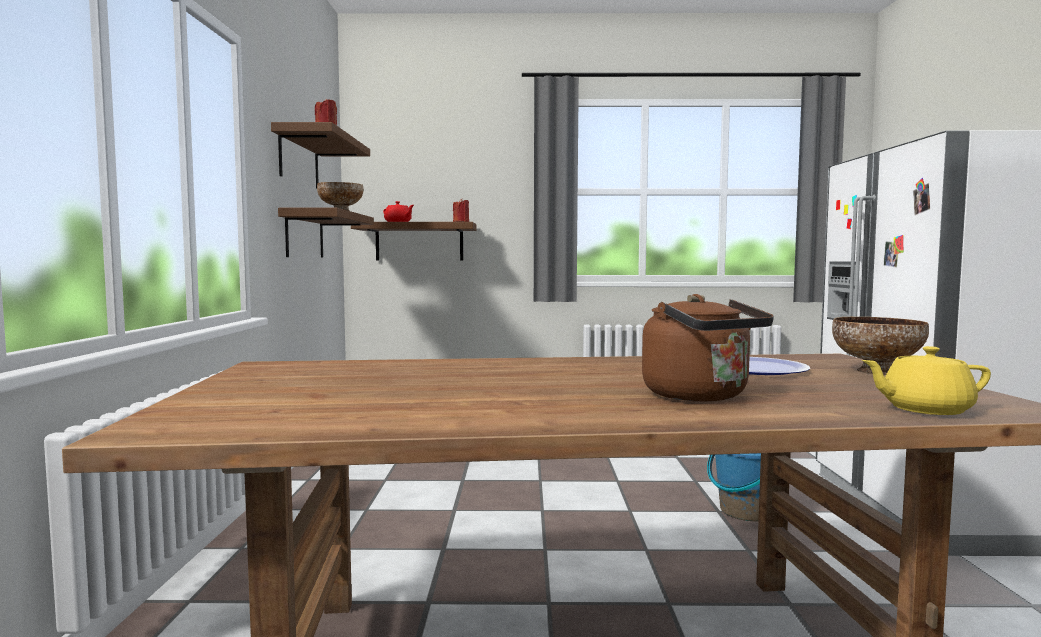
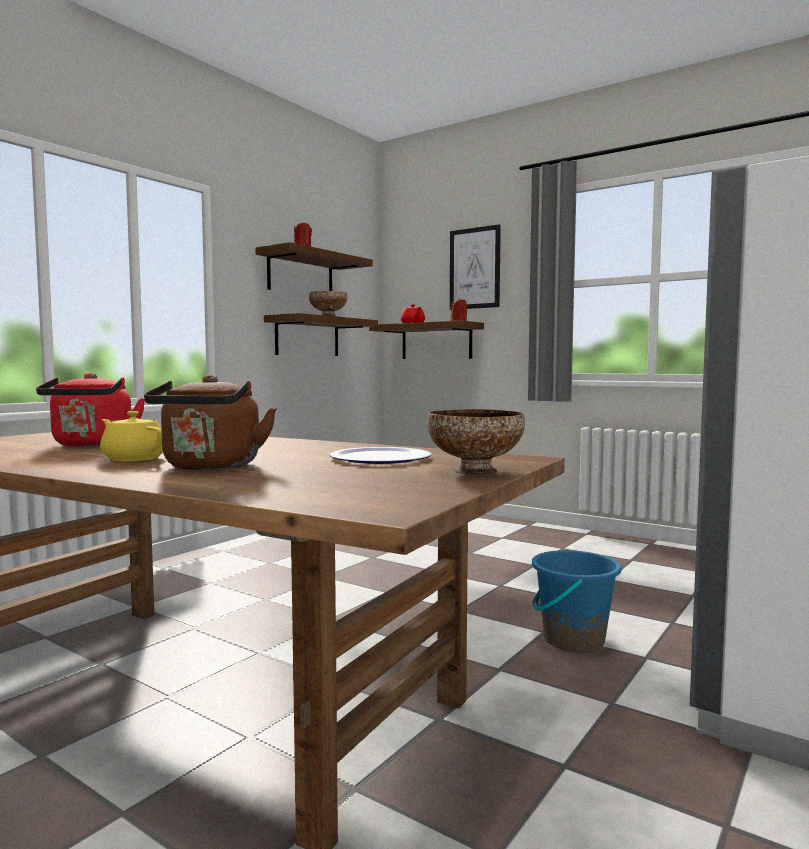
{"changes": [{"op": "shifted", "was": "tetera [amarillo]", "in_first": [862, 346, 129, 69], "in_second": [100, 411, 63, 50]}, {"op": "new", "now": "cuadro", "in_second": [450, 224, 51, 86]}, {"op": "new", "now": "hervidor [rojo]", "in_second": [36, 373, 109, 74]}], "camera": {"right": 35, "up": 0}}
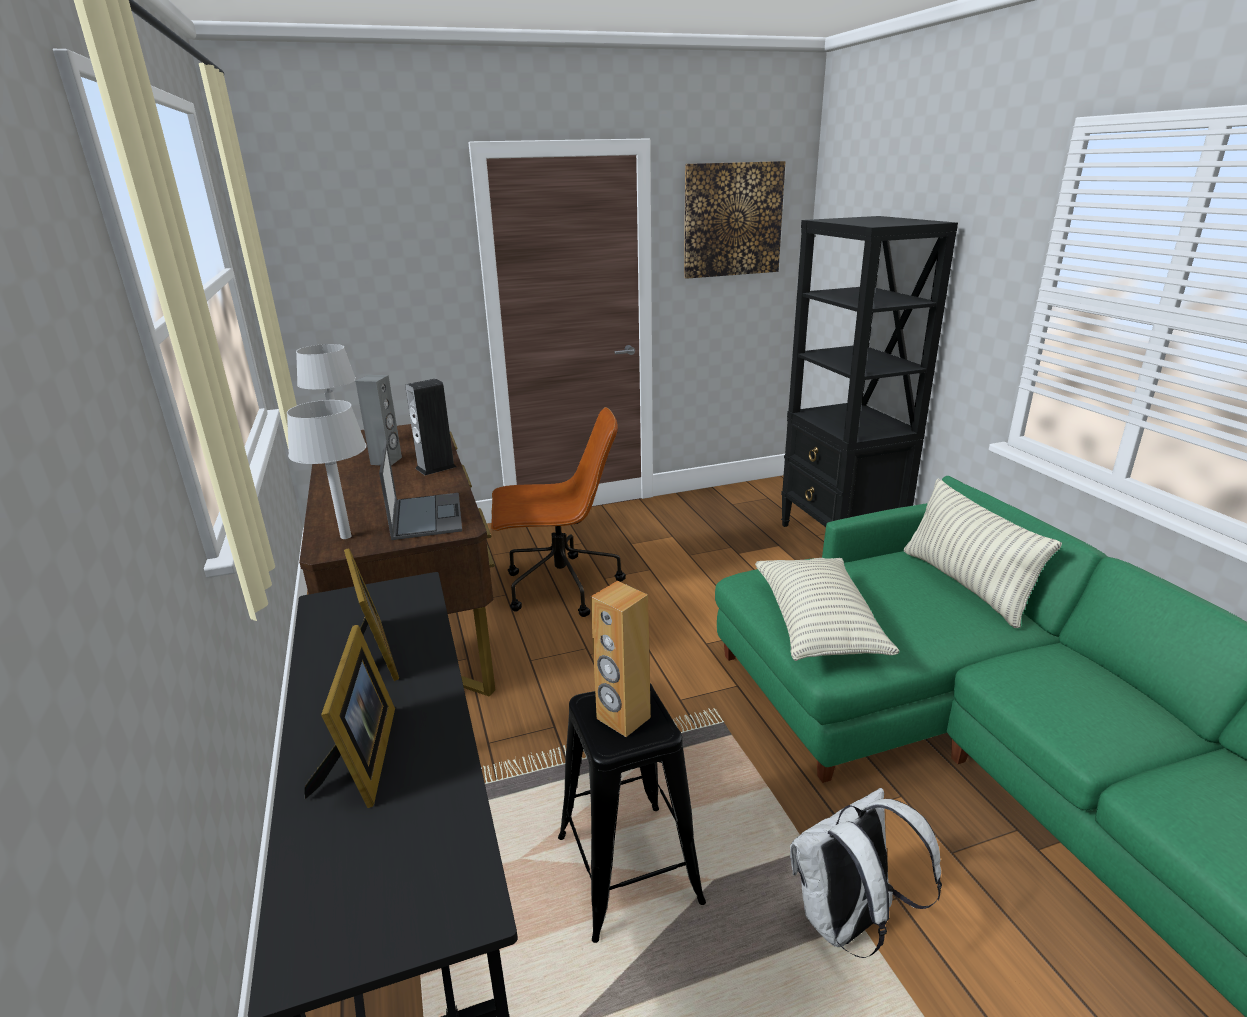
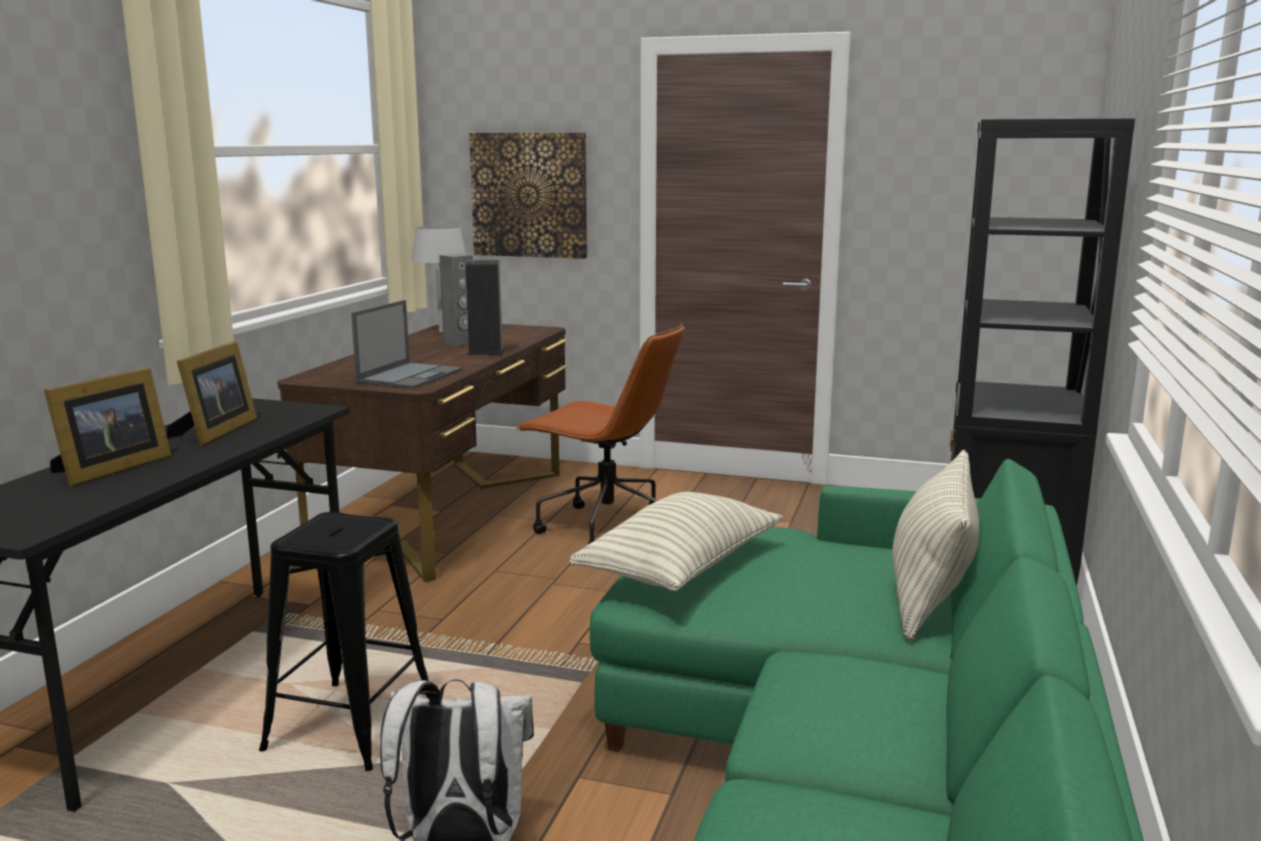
{"changes": [{"op": "shifted", "was": "cuadro", "in_first": [684, 161, 101, 118], "in_second": [469, 133, 118, 126]}, {"op": "gone", "was": "lámpara de mesa [gris]", "in_first": [287, 400, 80, 139]}, {"op": "gone", "was": "altavoz [marrón]", "in_first": [590, 581, 61, 156]}], "camera": {"right": 35, "up": -10}}
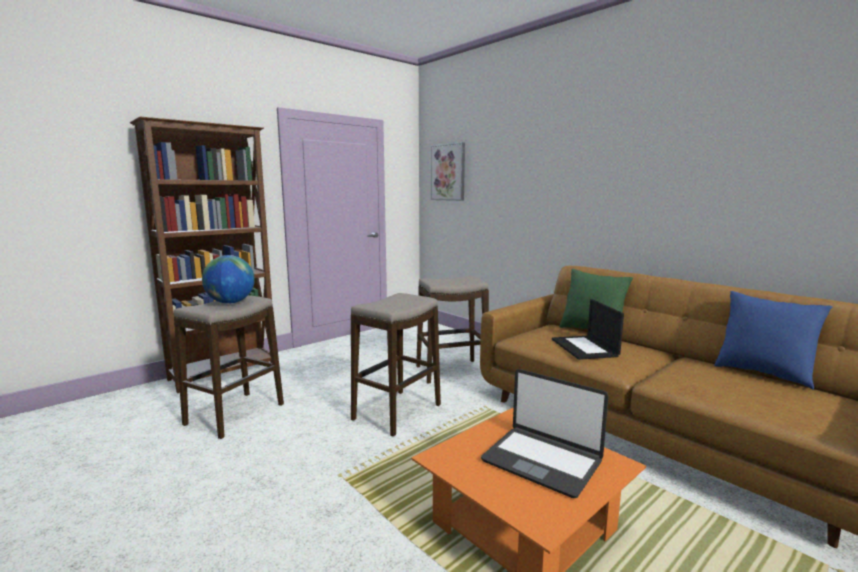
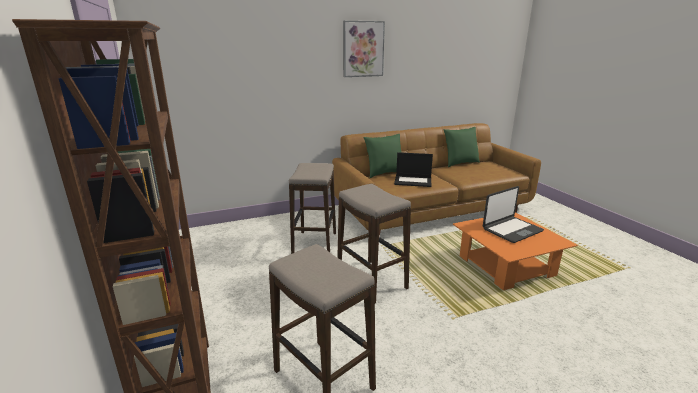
{"changes": [{"op": "shifted", "was": "cuadro", "in_first": [431, 142, 34, 59], "in_second": [343, 21, 42, 56]}, {"op": "gone", "was": "globo terráqueo", "in_first": [202, 255, 53, 49]}, {"op": "repainted", "was": "cojín [azul]", "now": "cojín [verde]", "in_first": [714, 291, 118, 99], "in_second": [443, 127, 37, 40]}], "camera": {"right": -70, "up": 10}}
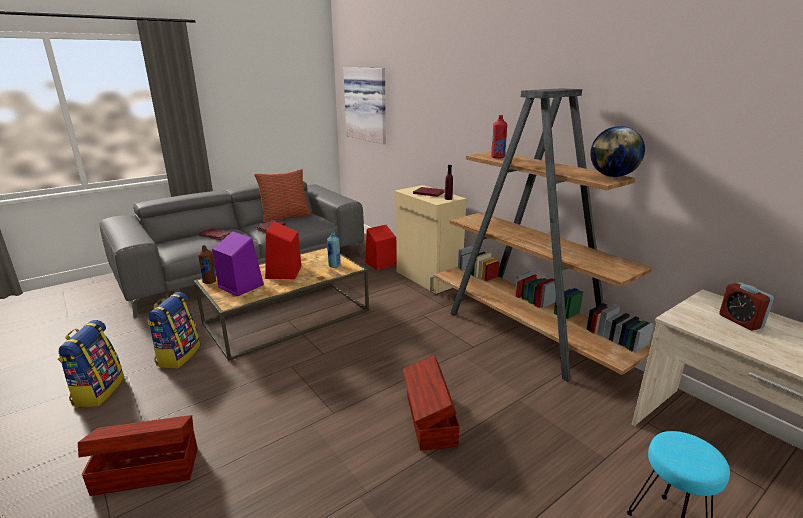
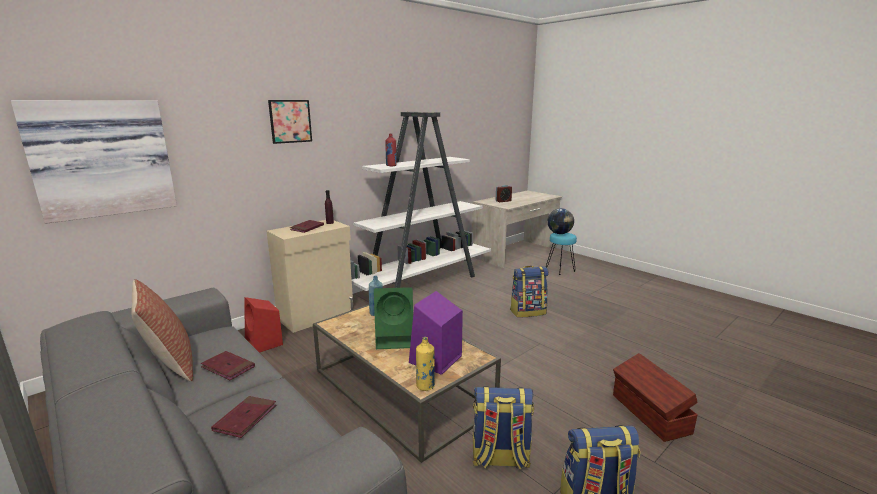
{"changes": [{"op": "repainted", "was": "estantería [marrón]", "now": "estantería [blanco]", "in_first": [433, 88, 221, 294], "in_second": [350, 112, 141, 179]}, {"op": "shifted", "was": "globo terráqueo", "in_first": [590, 126, 55, 51], "in_second": [547, 208, 27, 26]}, {"op": "repainted", "was": "altavoz [rojo]", "now": "altavoz [verde]", "in_first": [265, 221, 36, 58], "in_second": [374, 287, 39, 62]}, {"op": "repainted", "was": "botella [marrón]", "now": "botella [amarillo]", "in_first": [198, 245, 18, 39], "in_second": [416, 337, 19, 54]}, {"op": "swapped", "was": "caja de almacenaje [marrón]", "now": "mochila", "in_first": [403, 355, 57, 96], "in_second": [510, 266, 39, 52]}, {"op": "new", "now": "cuadro", "in_second": [268, 100, 44, 44]}], "camera": {"right": -95, "up": -5}}
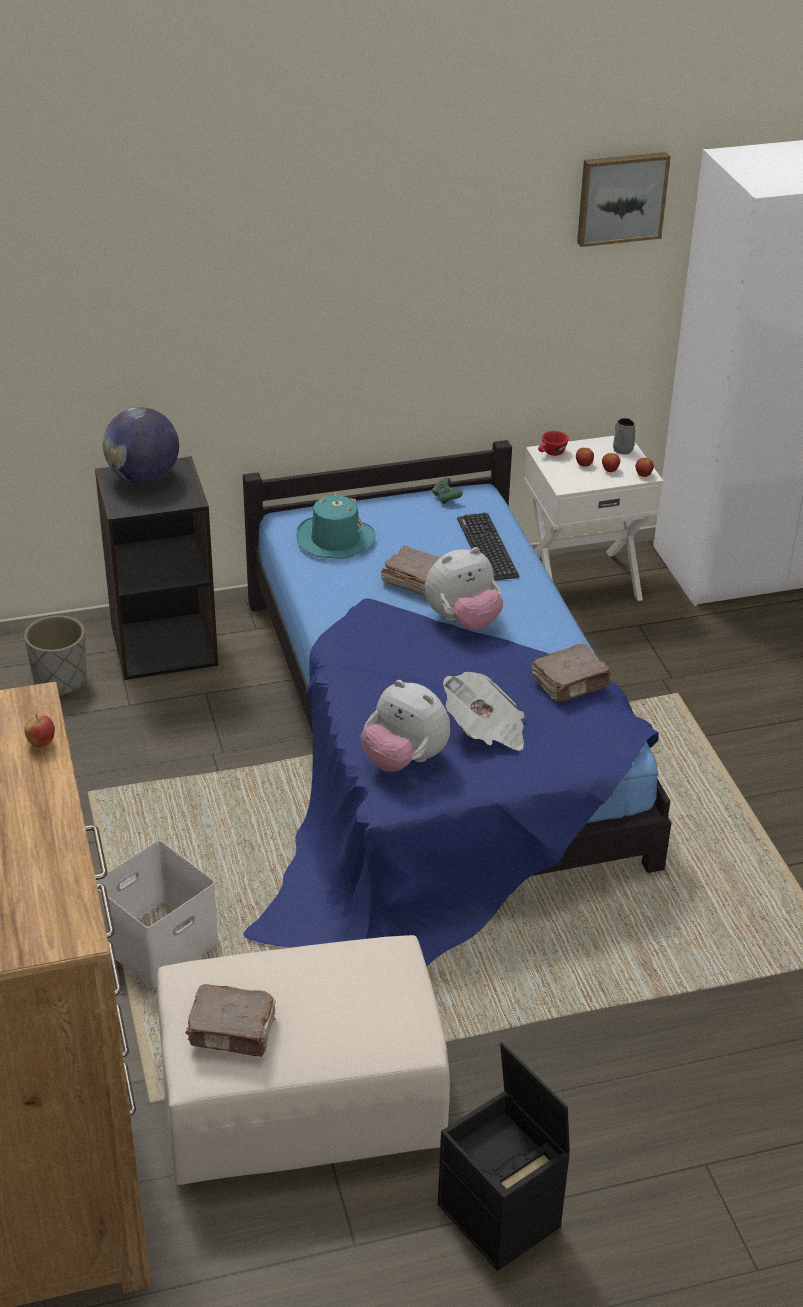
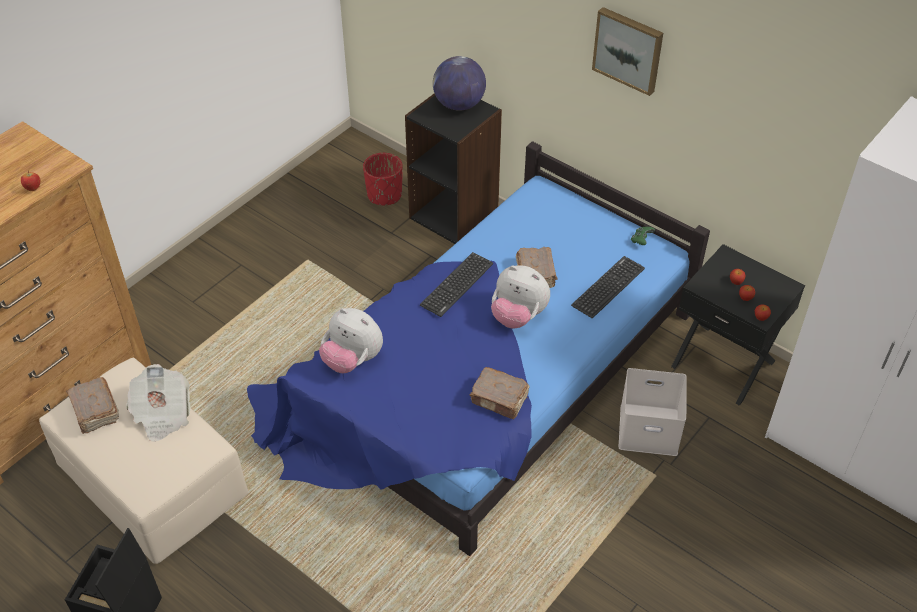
{"changes": [{"op": "shifted", "was": "cuadro", "in_first": [577, 152, 94, 95], "in_second": [592, 7, 71, 89]}, {"op": "gone", "was": "taza grande [gris]", "in_first": [613, 418, 22, 36]}, {"op": "gone", "was": "taza [rojo]", "in_first": [538, 431, 31, 25]}, {"op": "repainted", "was": "mesita de noche [blanco]", "now": "mesita de noche [negro]", "in_first": [524, 435, 139, 166], "in_second": [671, 244, 134, 162]}, {"op": "gone", "was": "sombrero [turquesa]", "in_first": [297, 493, 78, 66]}, {"op": "repainted", "was": "maceta [gris]", "now": "maceta [rojo]", "in_first": [24, 615, 63, 82], "in_second": [363, 153, 40, 52]}, {"op": "shifted", "was": "periódico", "in_first": [443, 672, 82, 79], "in_second": [126, 364, 64, 78]}, {"op": "rotated", "was": "peluche", "in_first": [361, 680, 89, 92], "in_second": [319, 308, 64, 65], "clockwise": -60}, {"op": "shifted", "was": "caja de almacenaje [blanco]", "in_first": [96, 841, 122, 147], "in_second": [619, 368, 68, 88]}, {"op": "new", "now": "teclado", "in_second": [420, 252, 73, 65]}], "camera": {"right": 55, "up": 10}}
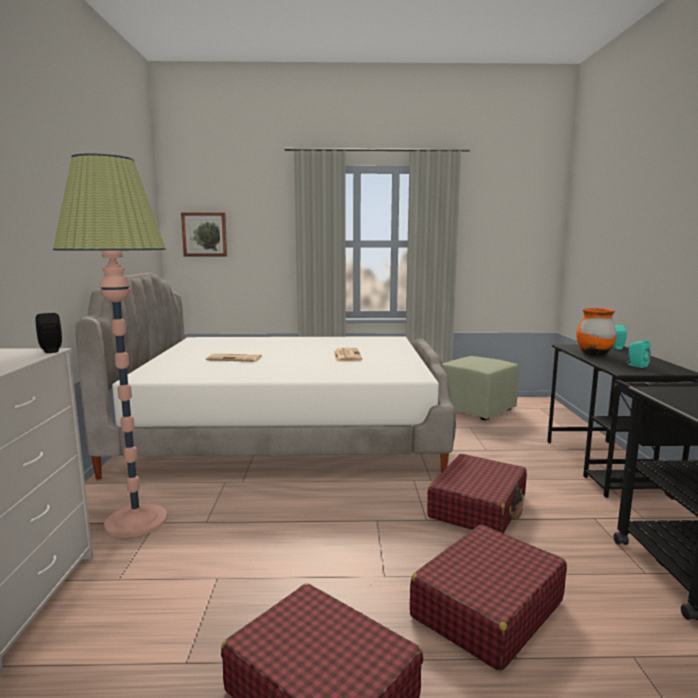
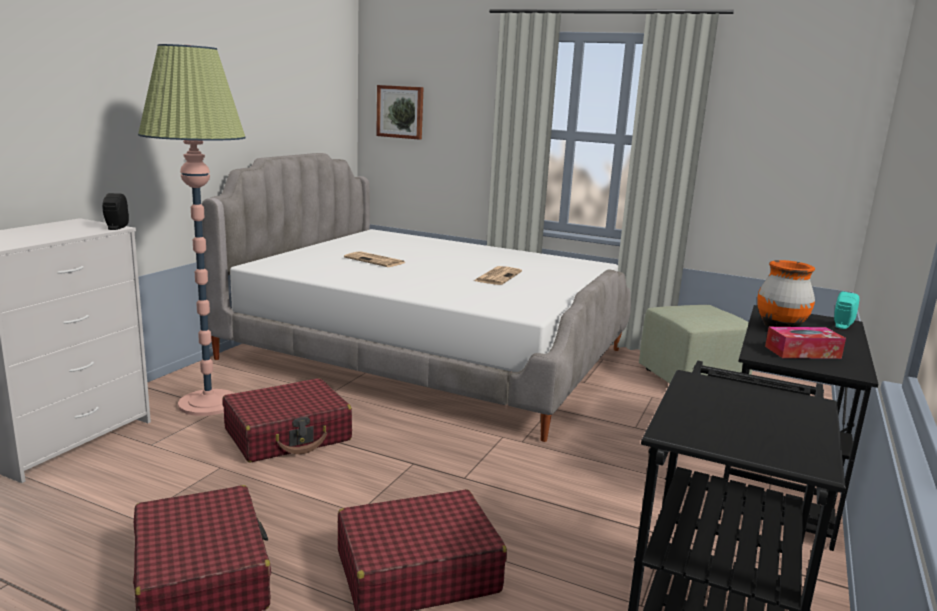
{"changes": [{"op": "swapped", "was": "altavoz [turquesa]", "now": "caja de pañuelos", "in_first": [628, 340, 23, 28], "in_second": [765, 327, 81, 32]}, {"op": "shifted", "was": "maleta [rojo]", "in_first": [427, 454, 100, 80], "in_second": [223, 378, 129, 84]}], "camera": {"right": 25, "up": 5}}
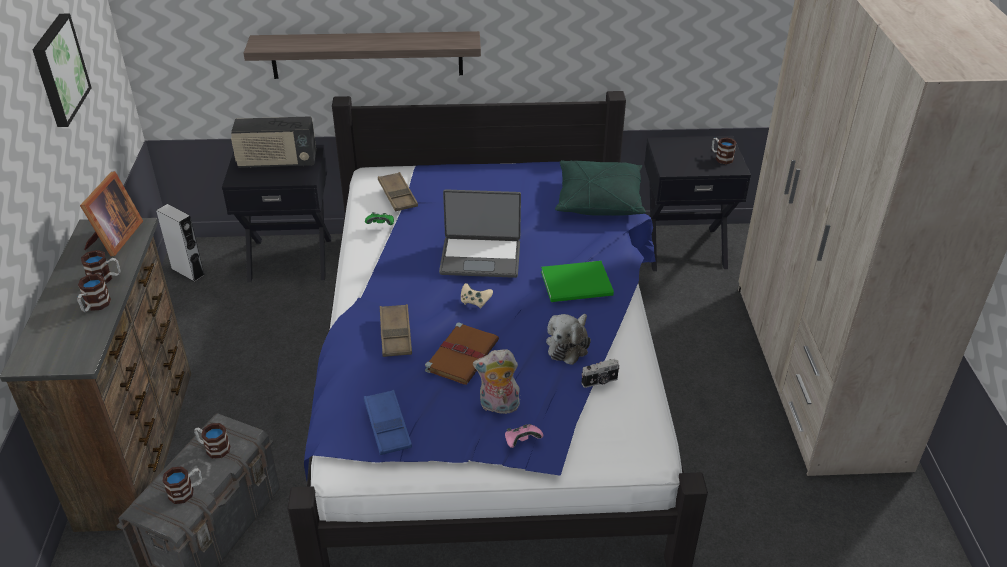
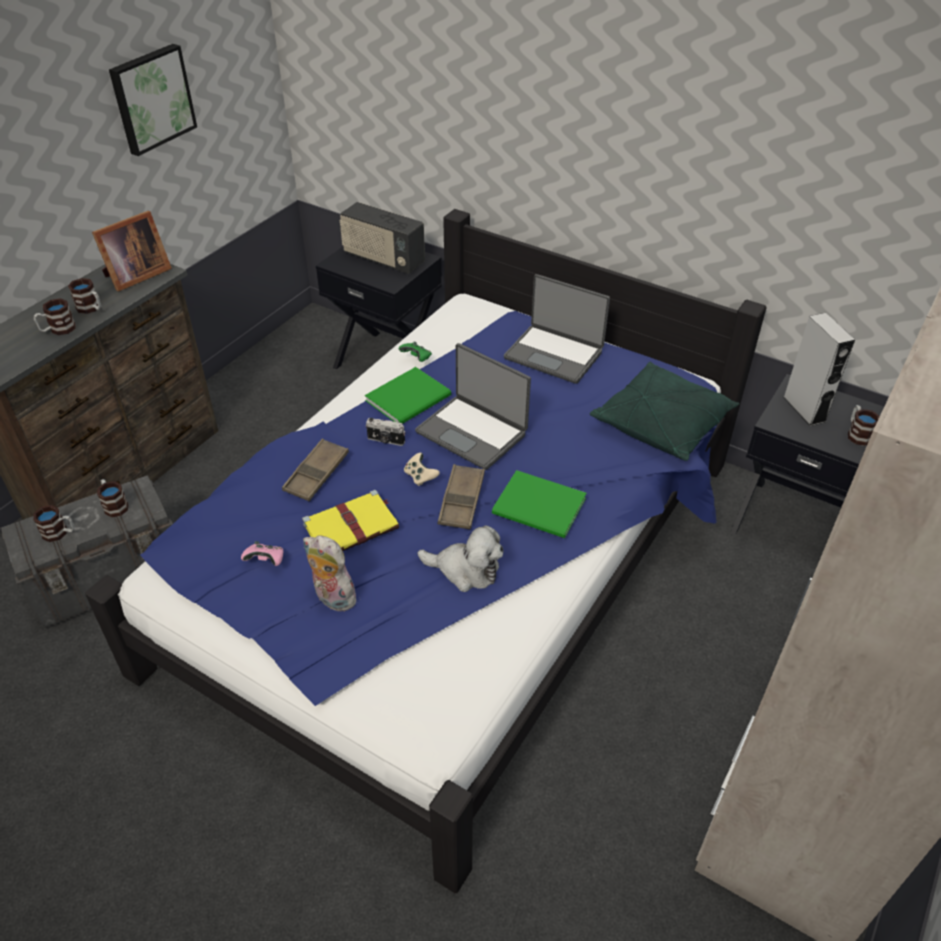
{"changes": [{"op": "gone", "was": "estante", "in_first": [244, 31, 237, 48]}, {"op": "shifted", "was": "bandeja [marrón]", "in_first": [378, 172, 40, 39], "in_second": [437, 464, 48, 66]}, {"op": "shifted", "was": "altavoz [gris]", "in_first": [156, 204, 49, 78], "in_second": [783, 313, 72, 113]}, {"op": "rotated", "was": "peluche", "in_first": [546, 314, 45, 51], "in_second": [418, 525, 85, 67], "clockwise": -135}, {"op": "repainted", "was": "libro [marrón]", "now": "libro [amarillo]", "in_first": [425, 322, 74, 63], "in_second": [302, 490, 97, 61]}, {"op": "shifted", "was": "cámara", "in_first": [581, 359, 39, 29], "in_second": [366, 418, 39, 28]}, {"op": "gone", "was": "bandeja [azul]", "in_first": [364, 390, 48, 65]}, {"op": "shifted", "was": "mando de consola [rosa]", "in_first": [505, 424, 38, 24], "in_second": [241, 541, 42, 25]}, {"op": "new", "now": "portátil", "in_second": [504, 274, 106, 110]}, {"op": "new", "now": "libro [verde]", "in_second": [365, 367, 86, 57]}], "camera": {"right": 35, "up": 5}}
